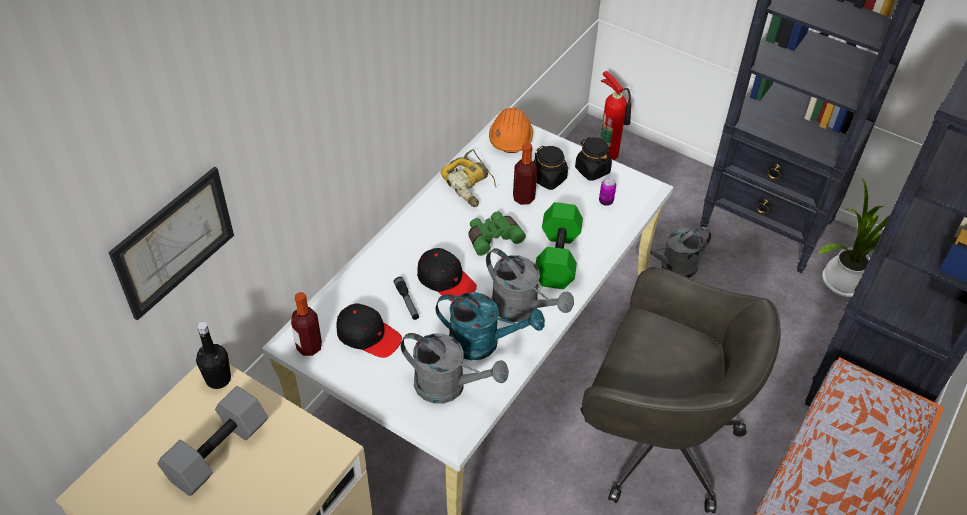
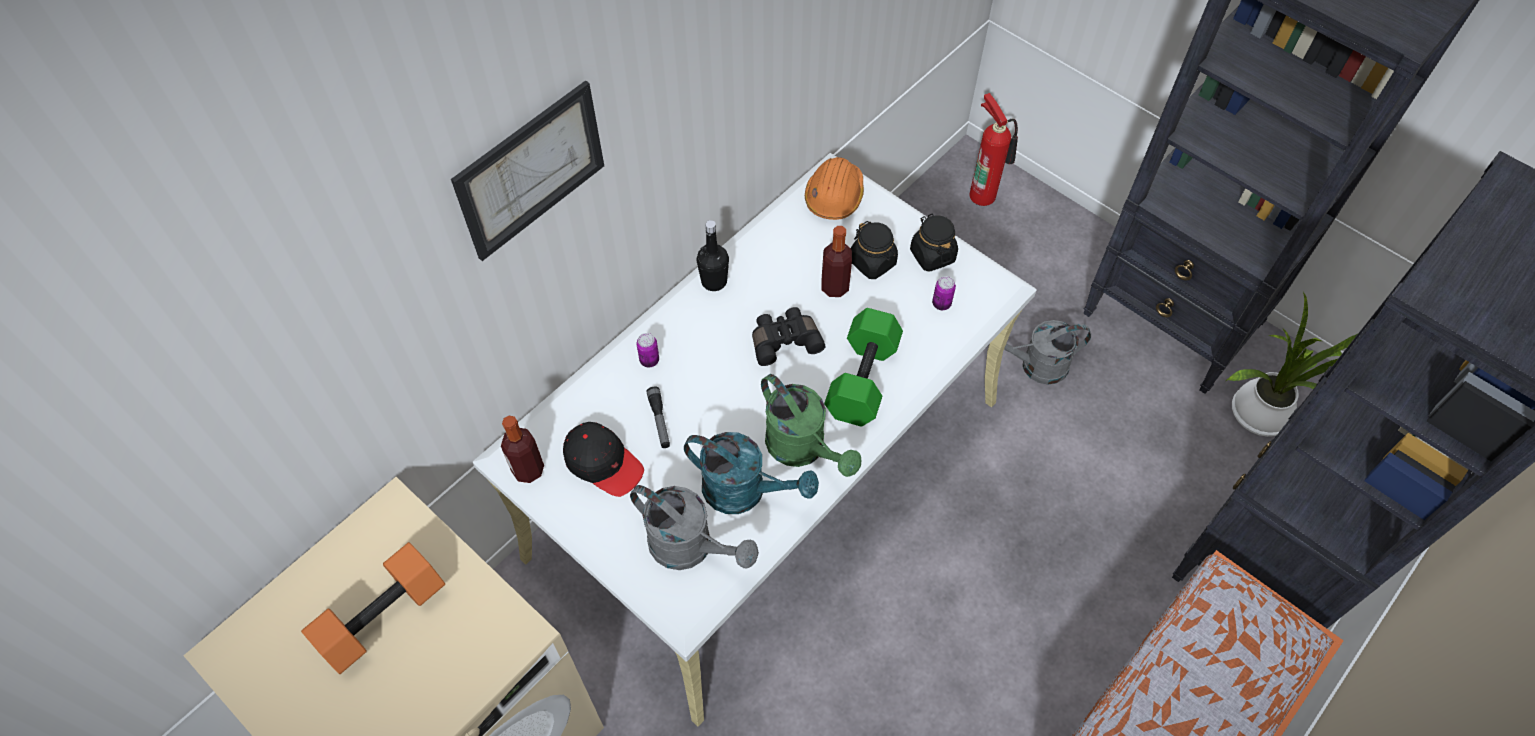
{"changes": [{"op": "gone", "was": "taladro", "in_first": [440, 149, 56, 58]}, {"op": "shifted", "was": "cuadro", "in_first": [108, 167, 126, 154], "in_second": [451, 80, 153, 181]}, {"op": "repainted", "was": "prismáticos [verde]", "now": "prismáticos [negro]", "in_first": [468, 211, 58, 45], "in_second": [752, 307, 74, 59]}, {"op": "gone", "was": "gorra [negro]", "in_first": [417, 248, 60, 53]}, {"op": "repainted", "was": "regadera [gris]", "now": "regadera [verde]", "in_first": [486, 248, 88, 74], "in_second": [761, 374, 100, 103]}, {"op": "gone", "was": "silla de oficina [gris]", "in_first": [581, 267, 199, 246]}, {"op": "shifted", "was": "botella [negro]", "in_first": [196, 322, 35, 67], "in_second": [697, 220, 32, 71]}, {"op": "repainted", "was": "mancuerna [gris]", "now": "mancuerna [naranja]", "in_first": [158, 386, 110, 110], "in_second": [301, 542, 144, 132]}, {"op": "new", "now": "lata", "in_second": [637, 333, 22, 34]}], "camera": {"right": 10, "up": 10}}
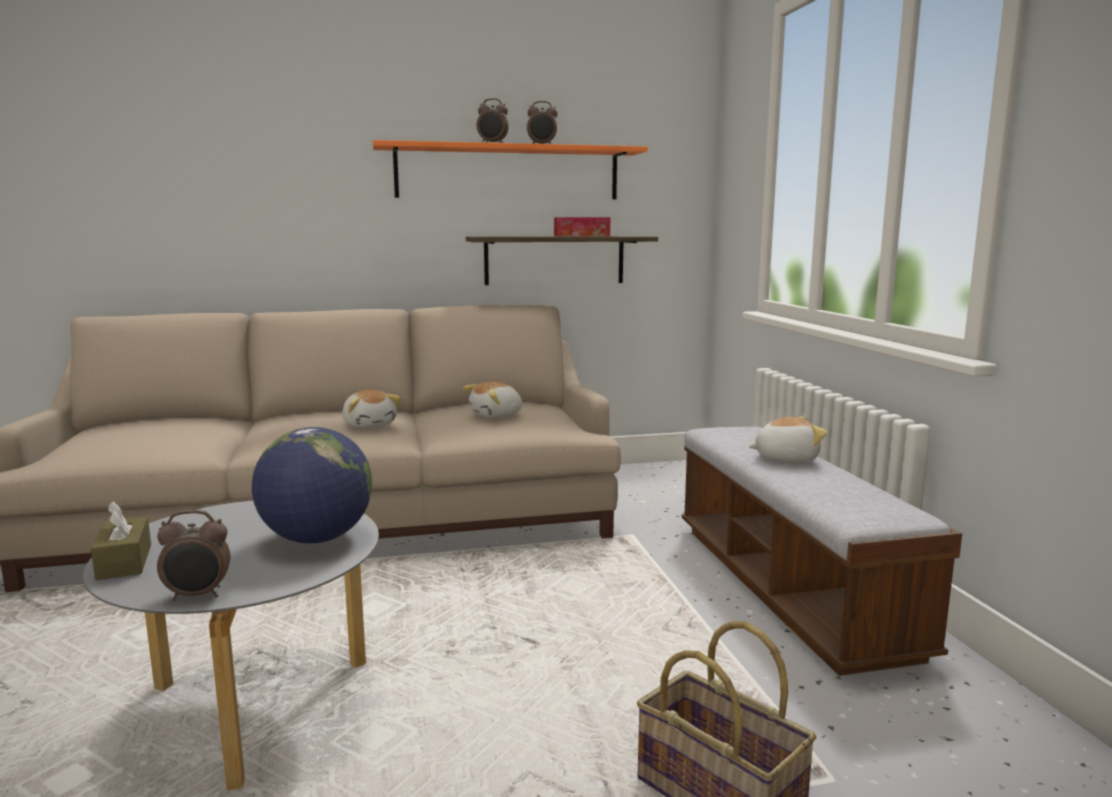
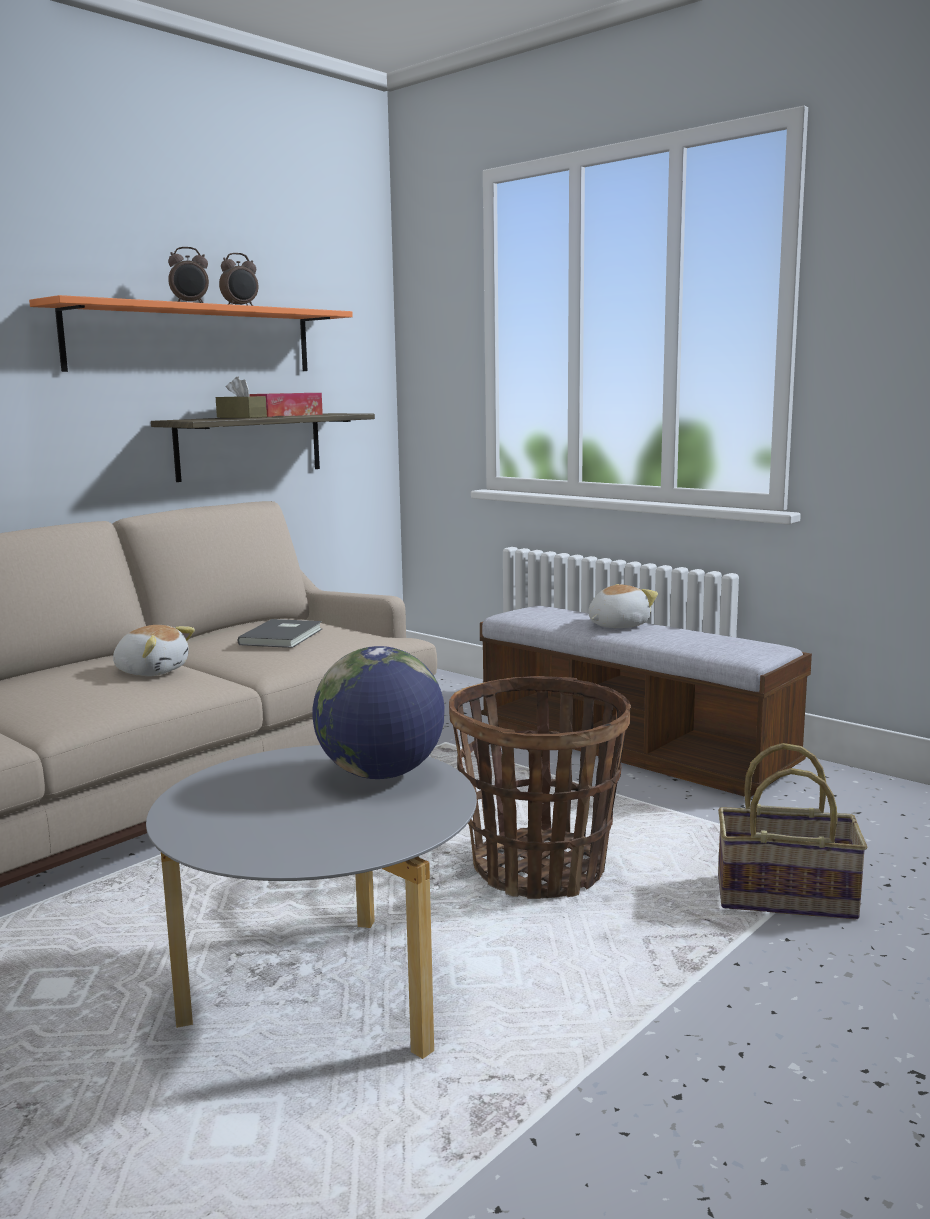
{"changes": [{"op": "swapped", "was": "peluche", "now": "libro [gris]", "in_first": [463, 382, 59, 37], "in_second": [238, 619, 84, 29]}, {"op": "shifted", "was": "caja de pañuelos [marrón]", "in_first": [91, 501, 60, 79], "in_second": [216, 377, 51, 41]}, {"op": "gone", "was": "despertador", "in_first": [157, 510, 73, 91]}, {"op": "new", "now": "cesta", "in_second": [449, 676, 182, 223]}], "camera": {"right": -35, "up": 0}}
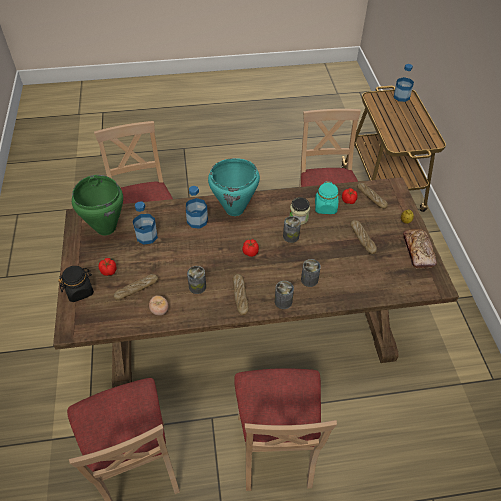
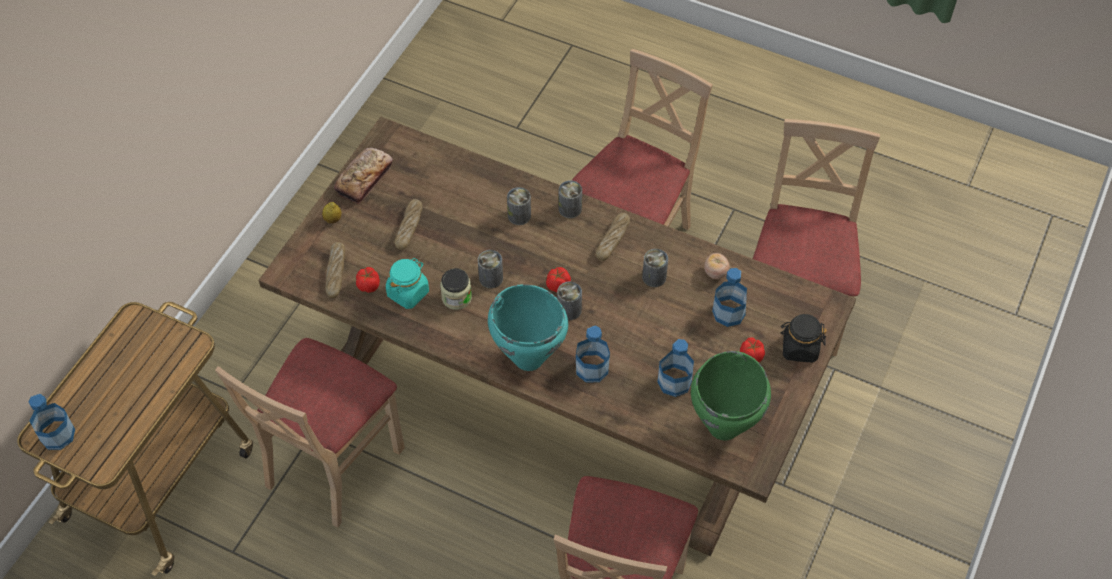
{"changes": [{"op": "swapped", "was": "pan", "now": "botella", "in_first": [114, 274, 44, 26], "in_second": [712, 268, 35, 59]}, {"op": "new", "now": "lata", "in_second": [557, 282, 25, 38]}], "camera": {"right": -145, "up": 5}}
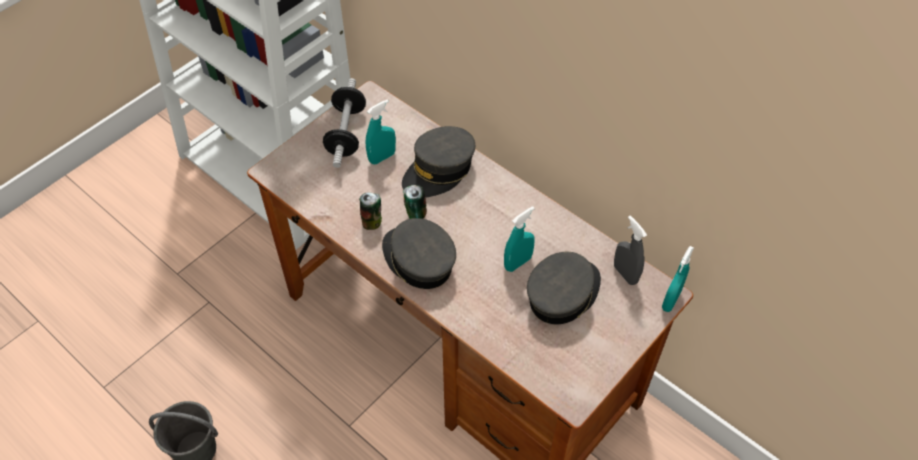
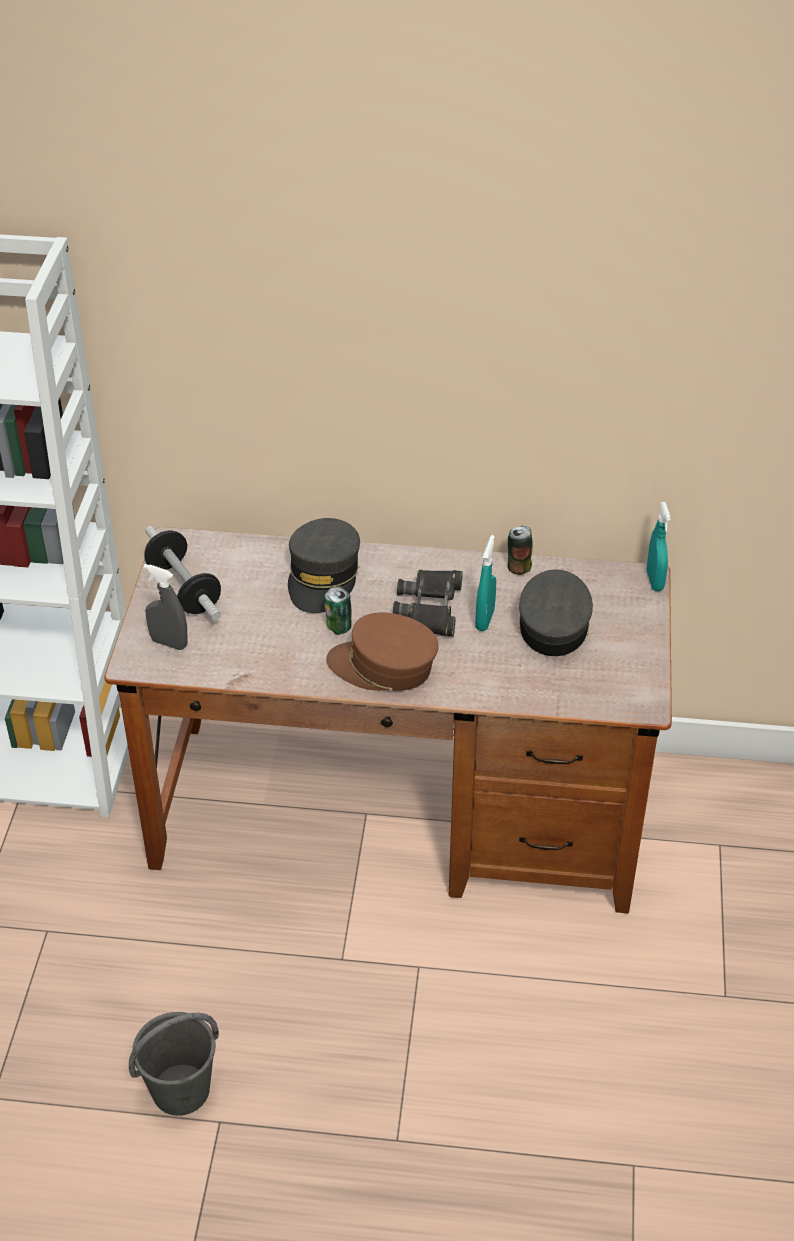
{"changes": [{"op": "gone", "was": "pulverizador [turquesa]", "in_first": [365, 100, 31, 64]}, {"op": "shifted", "was": "lata", "in_first": [359, 192, 23, 38], "in_second": [508, 525, 25, 50]}, {"op": "shifted", "was": "pulverizador [gris]", "in_first": [614, 216, 33, 69], "in_second": [144, 564, 43, 86]}, {"op": "repainted", "was": "gorra [gris]", "now": "gorra [marrón]", "in_first": [382, 218, 74, 71], "in_second": [326, 612, 113, 79]}, {"op": "new", "now": "prismáticos [negro]", "in_second": [393, 570, 70, 67]}], "camera": {"right": -35, "up": -10}}
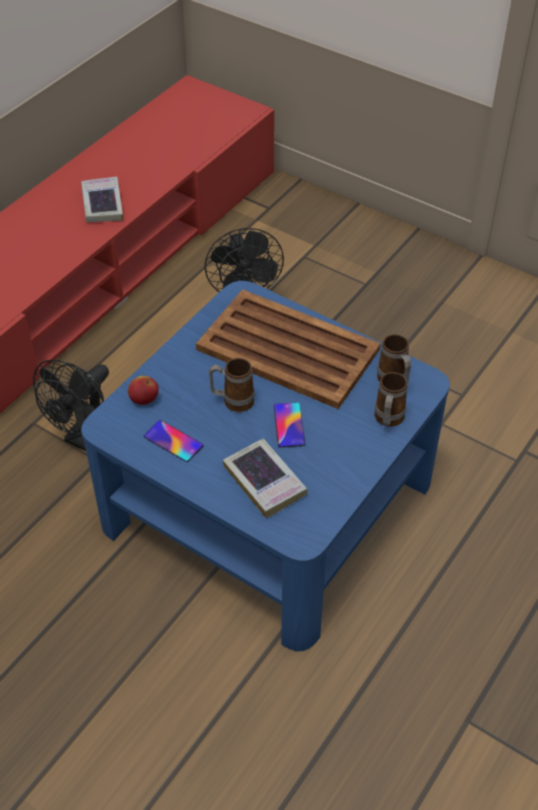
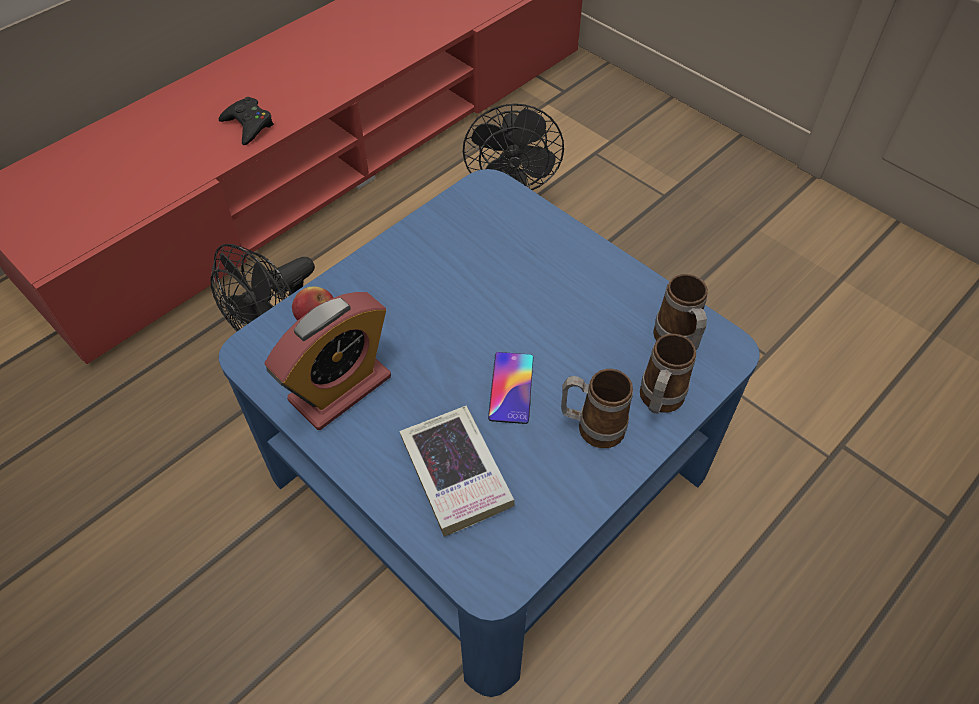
{"changes": [{"op": "gone", "was": "libro", "in_first": [81, 177, 42, 45]}, {"op": "gone", "was": "bandeja [marrón]", "in_first": [196, 289, 185, 120]}, {"op": "shifted", "was": "taza grande", "in_first": [209, 358, 46, 54], "in_second": [561, 369, 72, 79]}, {"op": "swapped", "was": "móvil", "now": "despertador", "in_first": [144, 420, 60, 42], "in_second": [265, 292, 126, 138]}, {"op": "new", "now": "mando de consola [negro]", "in_second": [219, 97, 55, 48]}], "camera": {"right": 10, "up": 5}}
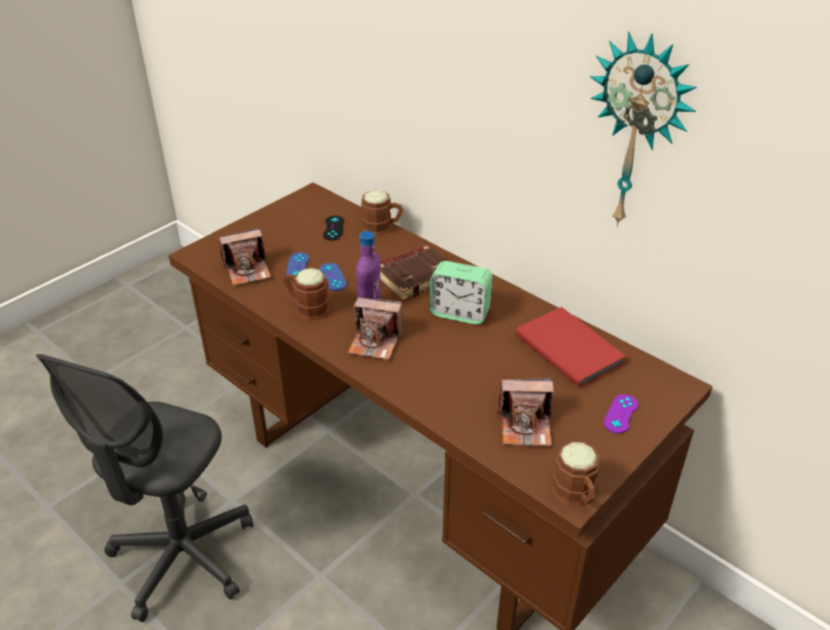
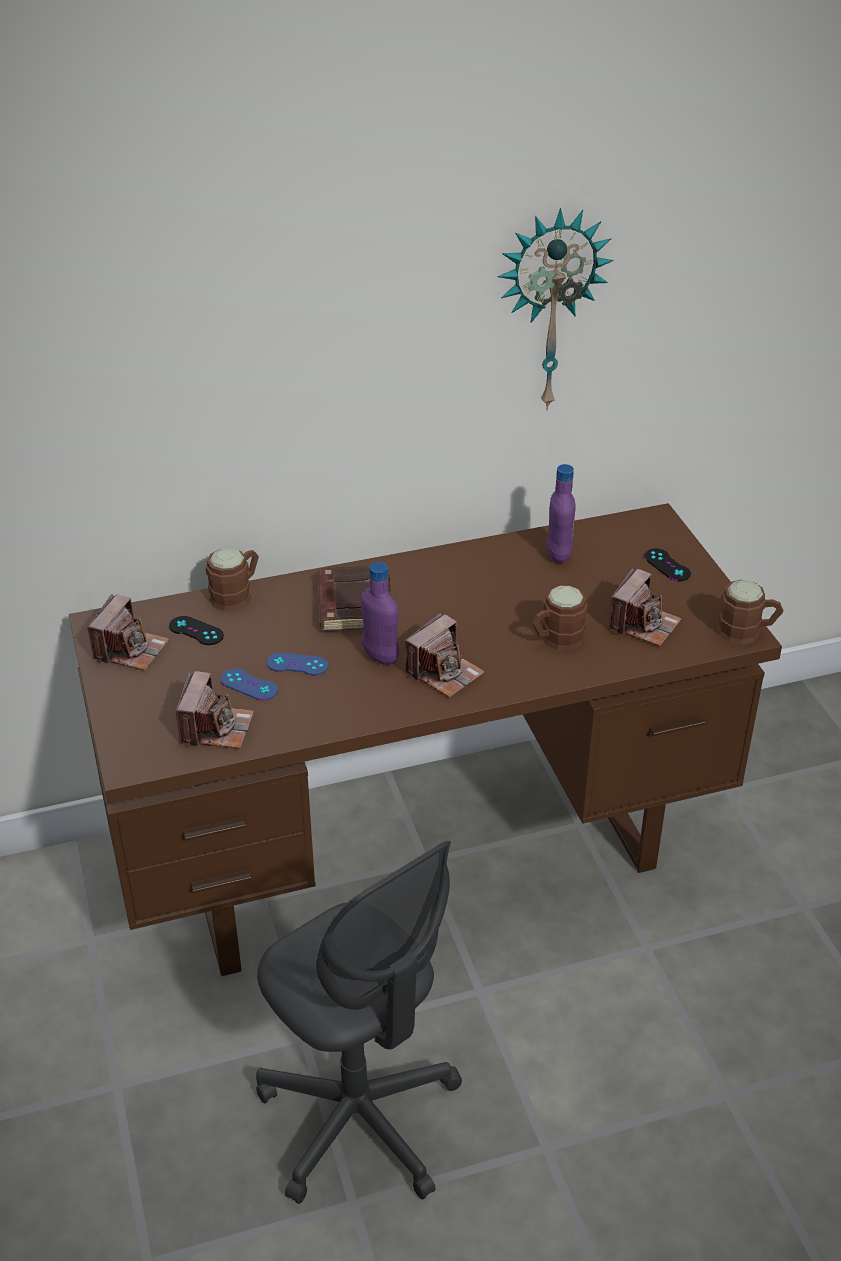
{"changes": [{"op": "gone", "was": "despertador", "in_first": [429, 261, 64, 64]}, {"op": "shifted", "was": "taza grande [marrón]", "in_first": [283, 268, 48, 53], "in_second": [532, 586, 56, 65]}, {"op": "swapped", "was": "libro [rojo]", "now": "botella [morado]", "in_first": [516, 307, 111, 81], "in_second": [547, 464, 28, 99]}, {"op": "repainted", "was": "mando de consola [morado]", "now": "mando de consola [negro]", "in_first": [604, 394, 34, 40], "in_second": [644, 549, 47, 32]}, {"op": "new", "now": "cámara", "in_second": [87, 594, 82, 77]}], "camera": {"right": -60, "up": 0}}
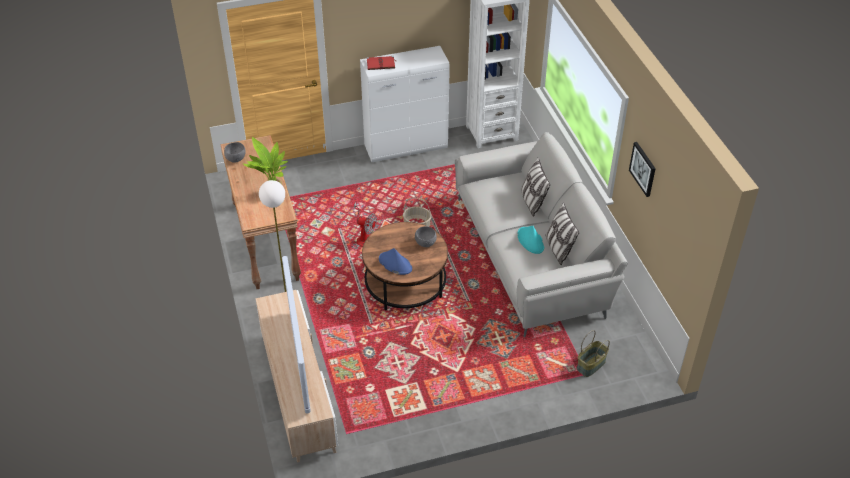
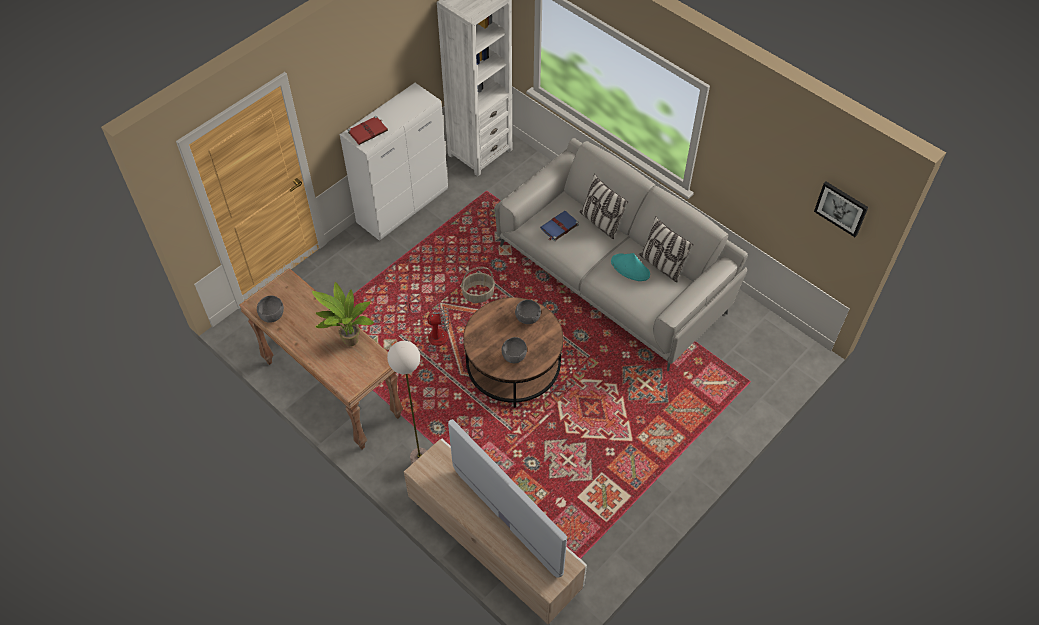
{"changes": [{"op": "shifted", "was": "cuadro", "in_first": [629, 142, 27, 55], "in_second": [814, 182, 54, 55]}, {"op": "swapped", "was": "sombrero [azul]", "now": "cuenco [gris]", "in_first": [379, 248, 33, 27], "in_second": [502, 337, 25, 26]}, {"op": "gone", "was": "cesta", "in_first": [577, 330, 33, 47]}, {"op": "new", "now": "libro [azul]", "in_second": [540, 211, 39, 30]}], "camera": {"right": -30, "up": 10}}
